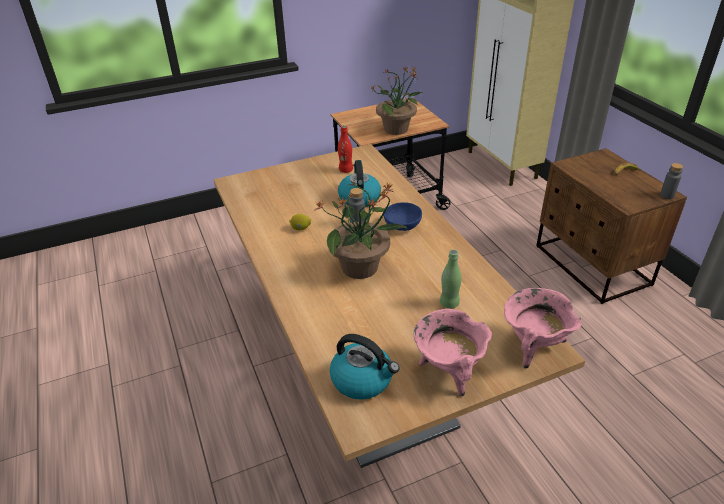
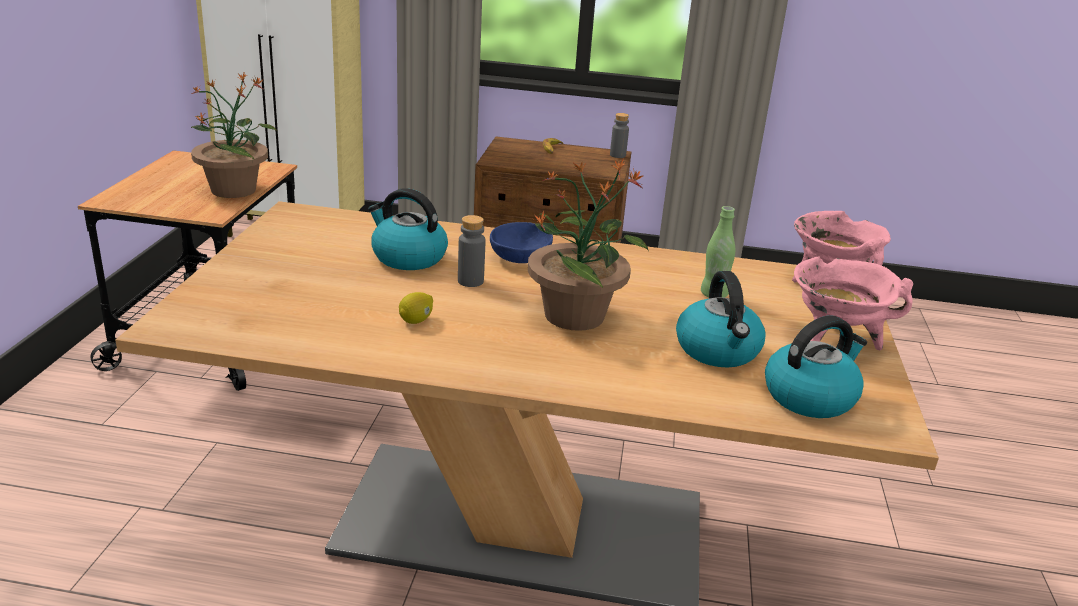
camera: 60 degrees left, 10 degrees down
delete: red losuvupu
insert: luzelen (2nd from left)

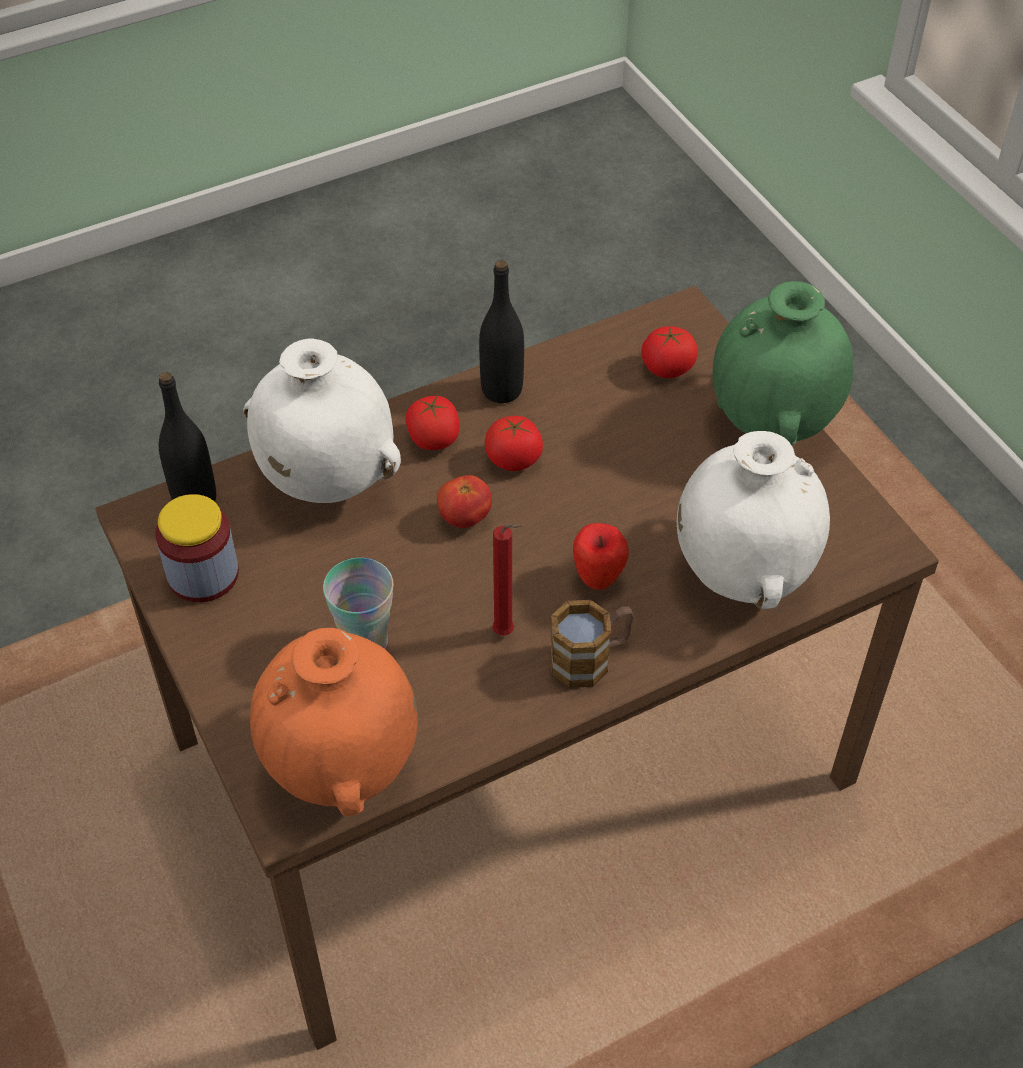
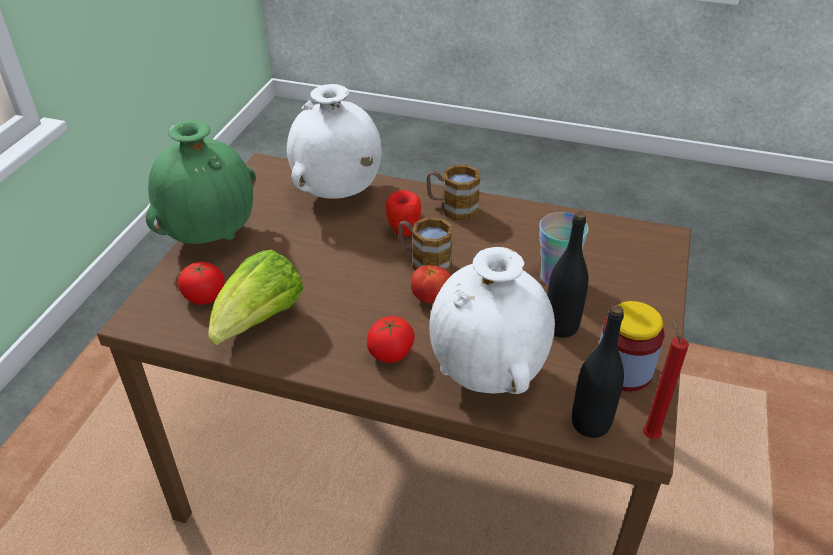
camera: 135 degrees left, 10 degrees down
delete: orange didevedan; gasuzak (3rd from left)
insert: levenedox; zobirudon (1st from left)
move: black losuvupu (2nd from left in the first image) to black losuvupu (1st from left); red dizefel

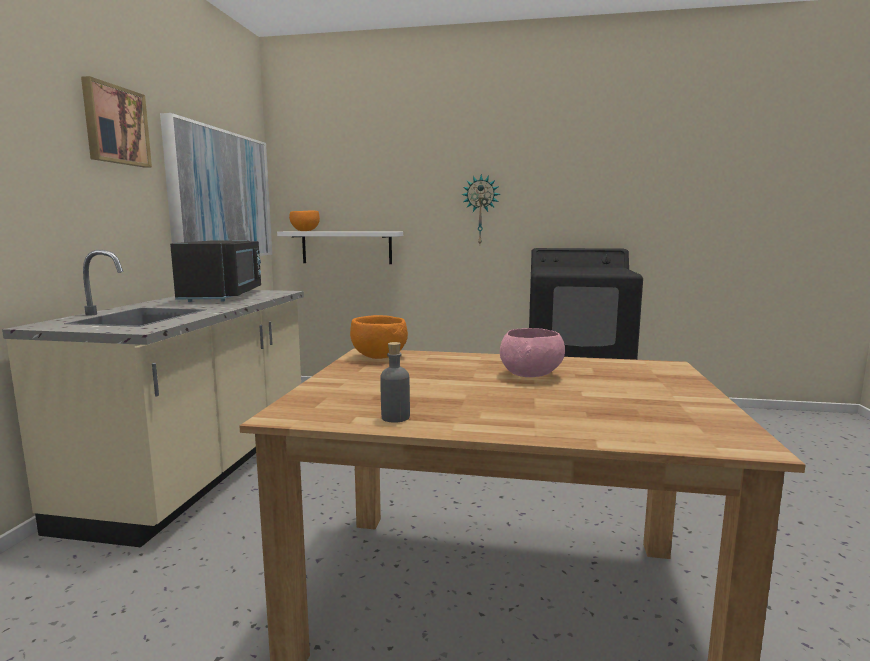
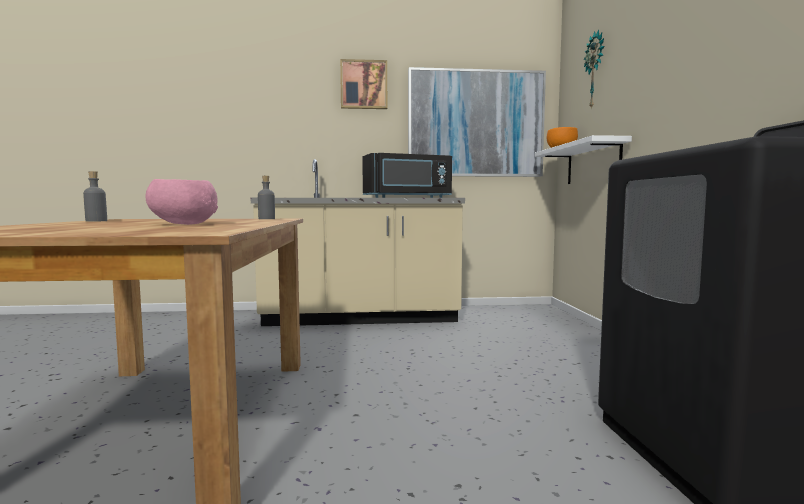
camera: 75 degrees right, 5 degrees down
move: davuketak
replace: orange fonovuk (2nd from left) to grey losuvupu (2nd from left)

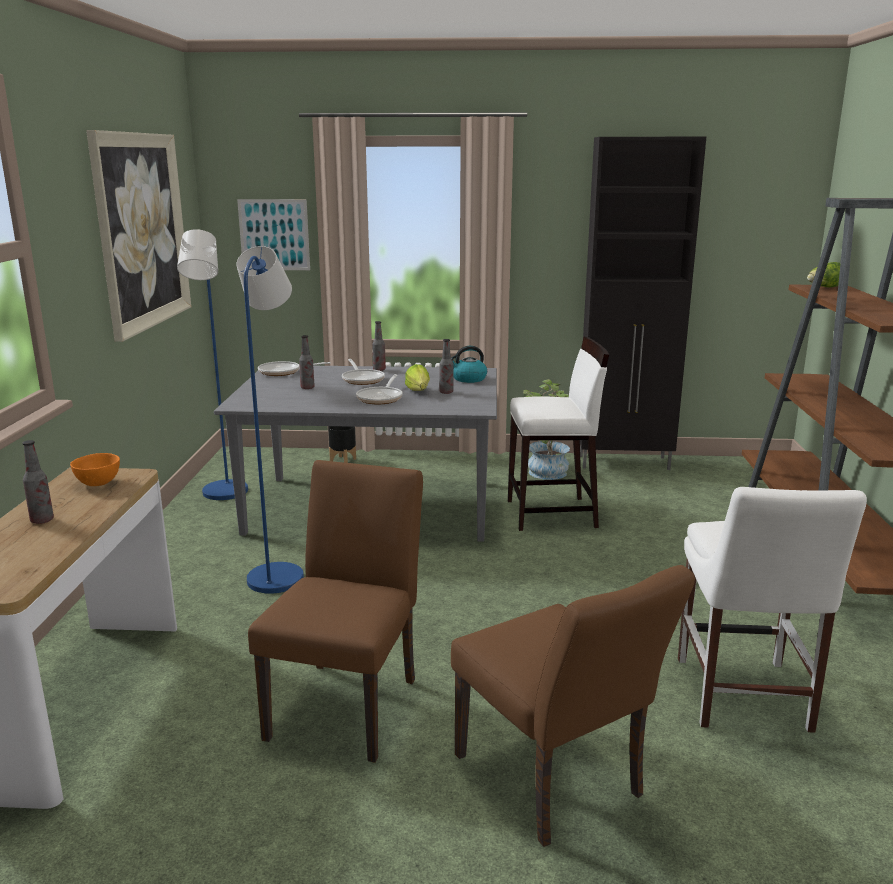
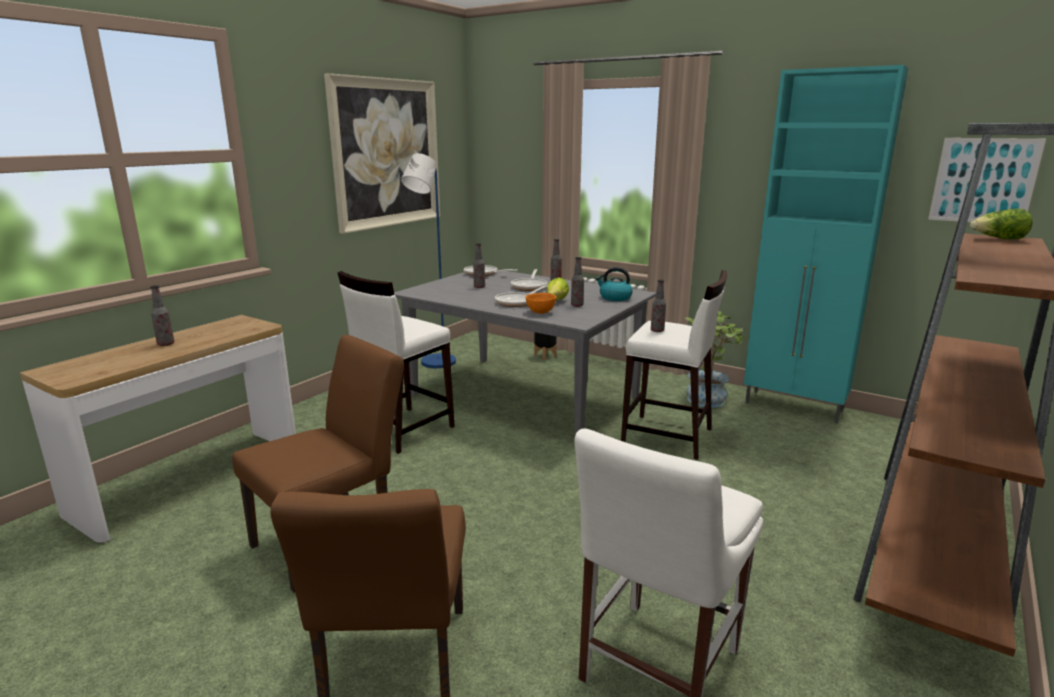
camera: 30 degrees right, 0 degrees up
insert: losuvupu (5th from left)
move: orange fonovuk; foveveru (2nd from left)
replace: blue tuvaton (2nd from left) to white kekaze (1st from left)
recolor: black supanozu to turquoise supanozu

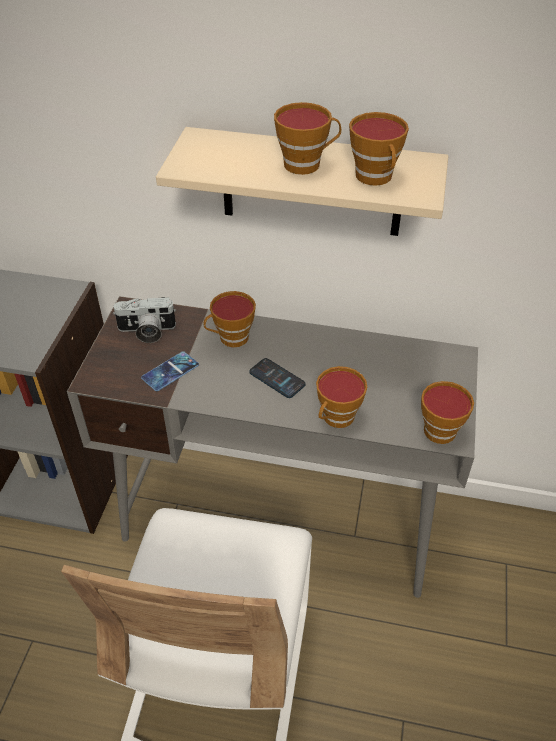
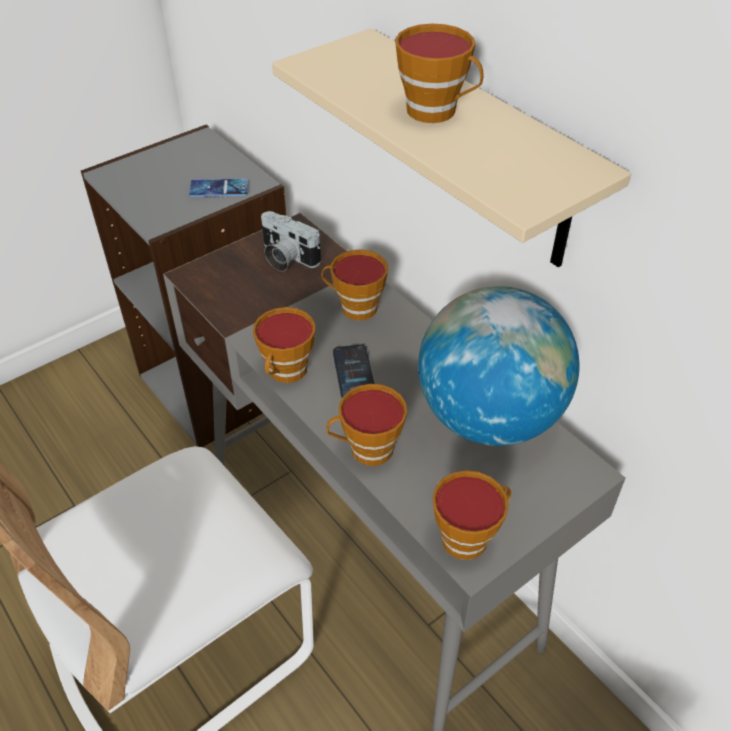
camera: 40 degrees right, 0 degrees up
insert: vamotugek
move: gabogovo (1st from left); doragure (4th from left in the first image) to doragure (1st from left)

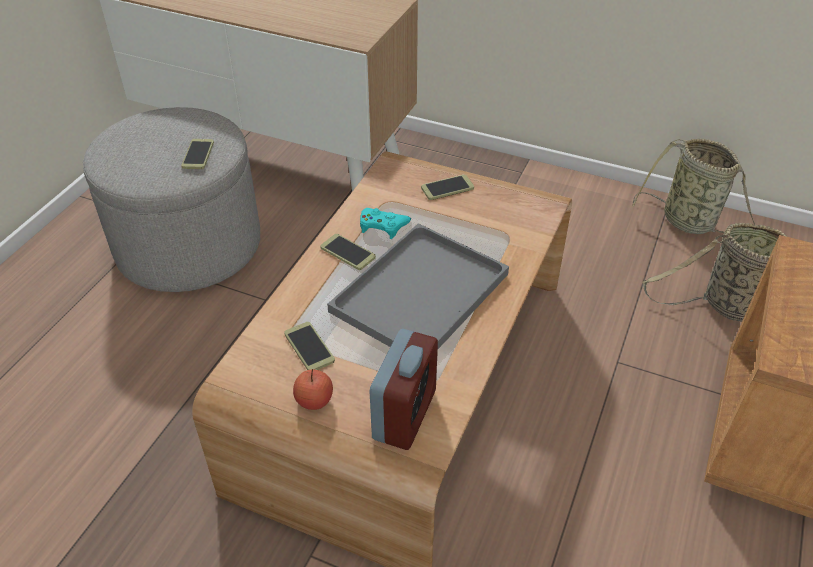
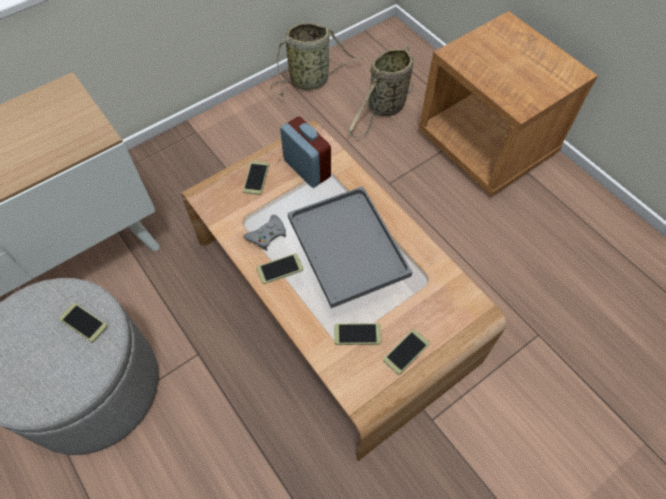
camera: 60 degrees left, 15 degrees up
move: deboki
replace: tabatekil to gabogovo (5th from left)
recolor: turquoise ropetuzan to grey ropetuzan

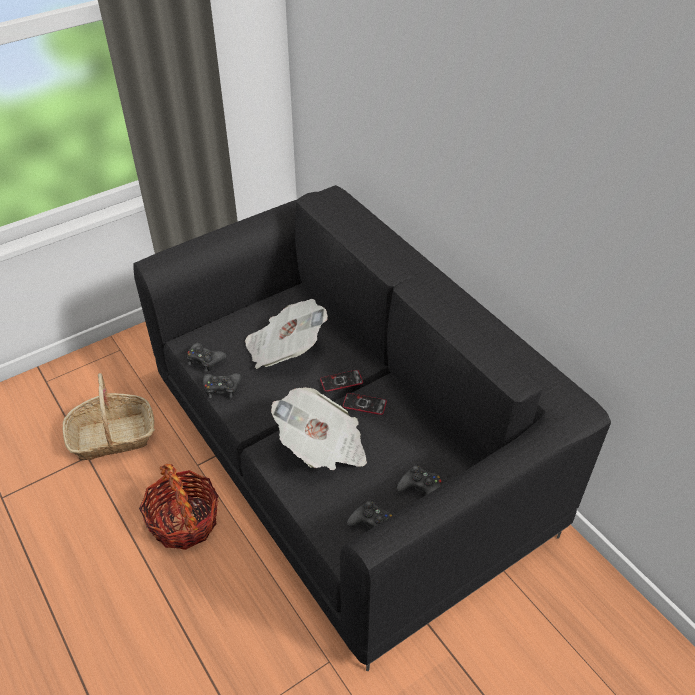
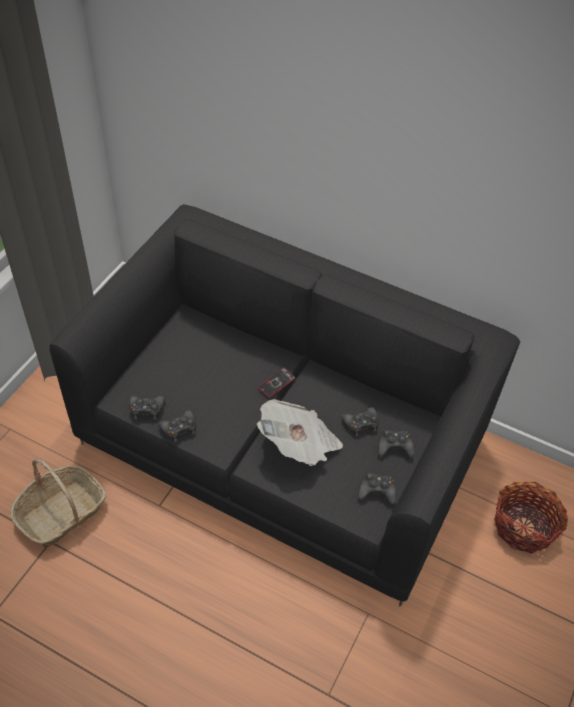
camera: 30 degrees left, 5 degrees up
delete: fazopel (1st from left); gabogovo (2nd from left)
insert: black ropetuzan (3rd from left)
move: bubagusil (2nd from left)

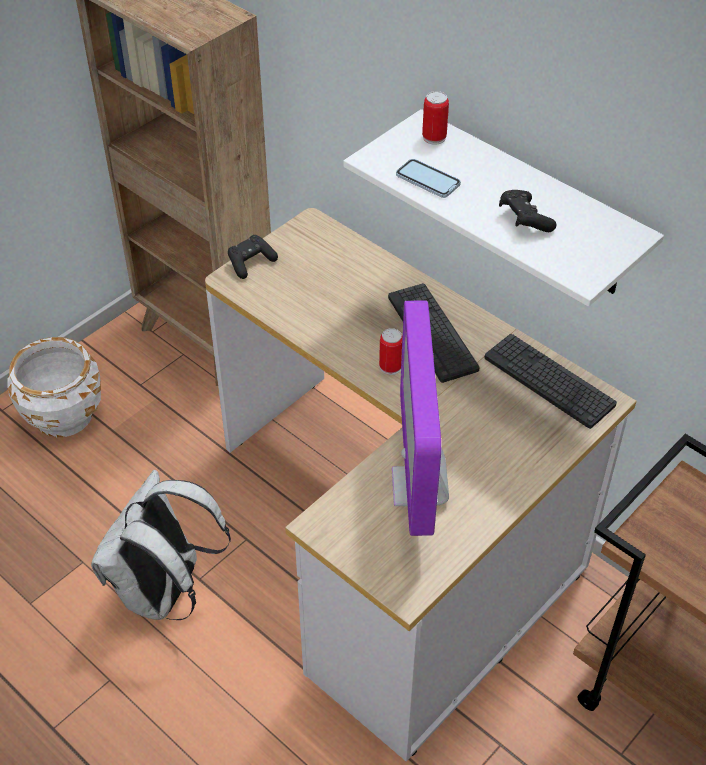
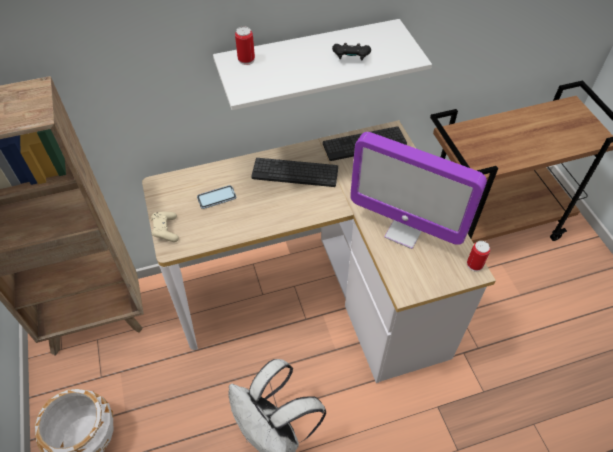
camera: 60 degrees left, 5 degrees up
move: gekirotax (1st from left in the first image) to gekirotax (2nd from left); gabogovo
recolor: black ropetuzan (1st from left) to beige ropetuzan

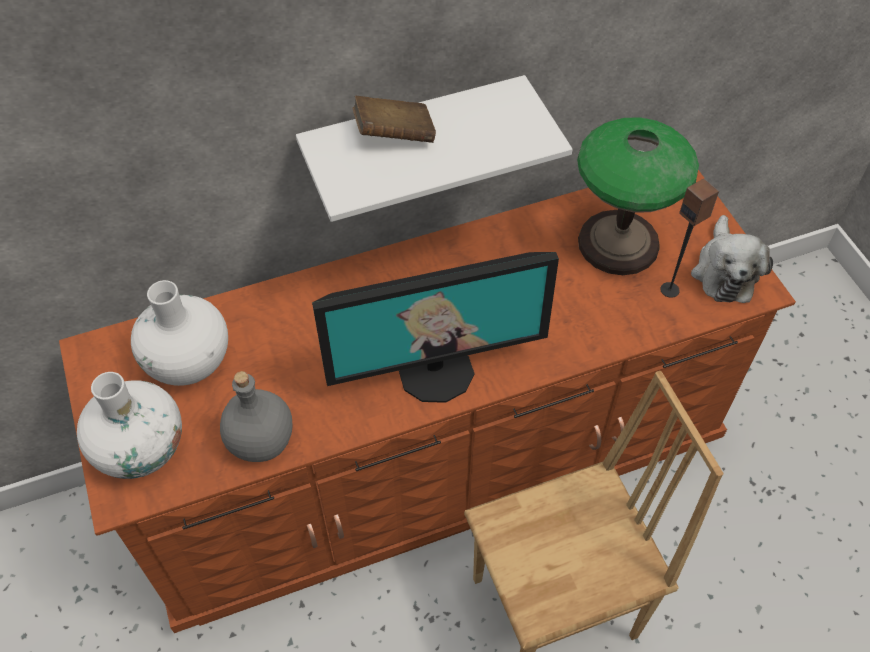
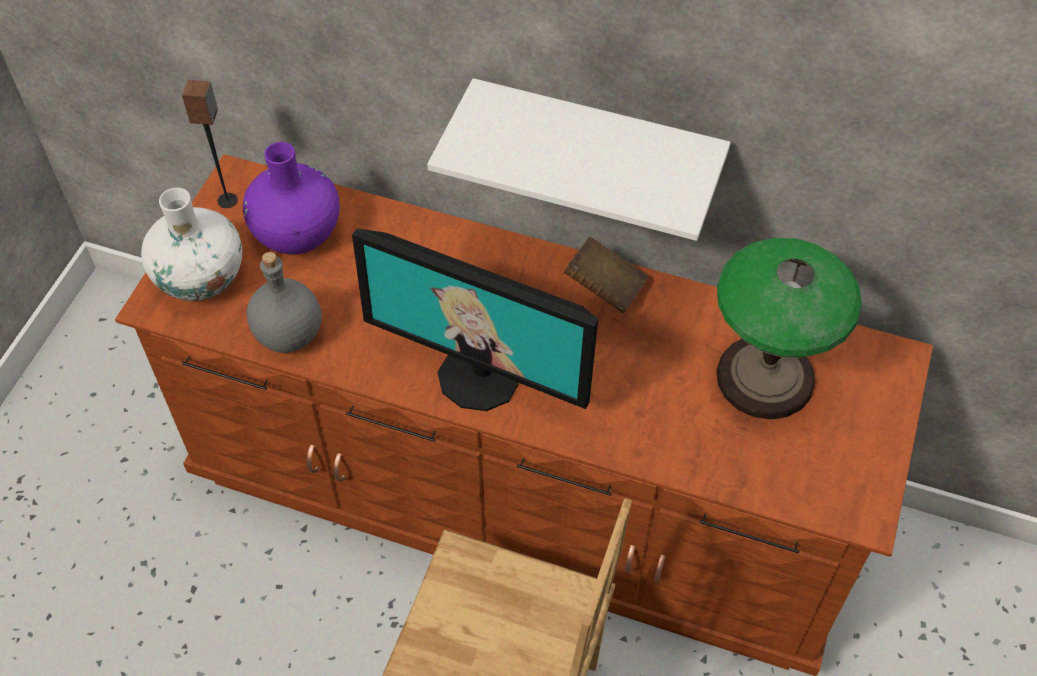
camera: 40 degrees right, 0 degrees up
delete: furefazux
move: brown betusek; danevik
recolor: white didevedan (2nd from left) to purple didevedan

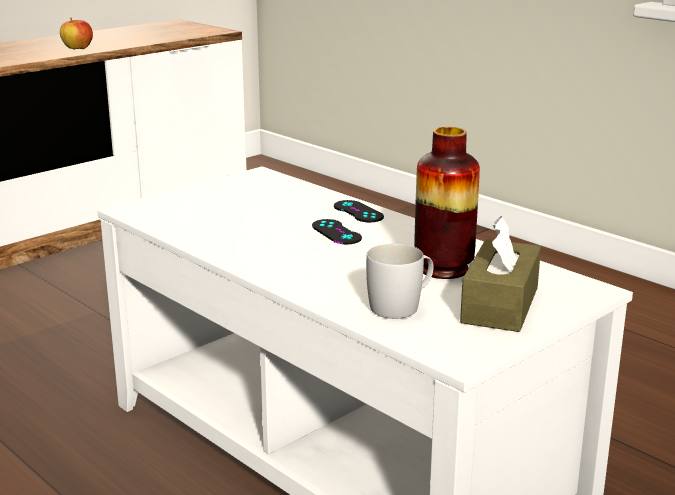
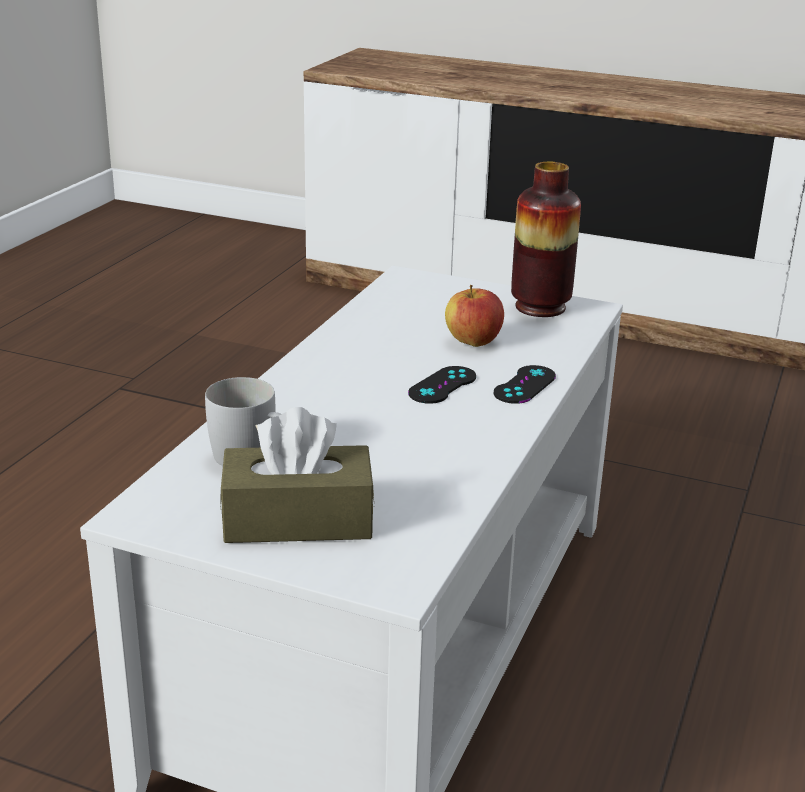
camera: 65 degrees right, 5 degrees up
move: tabatekil; didevedan

